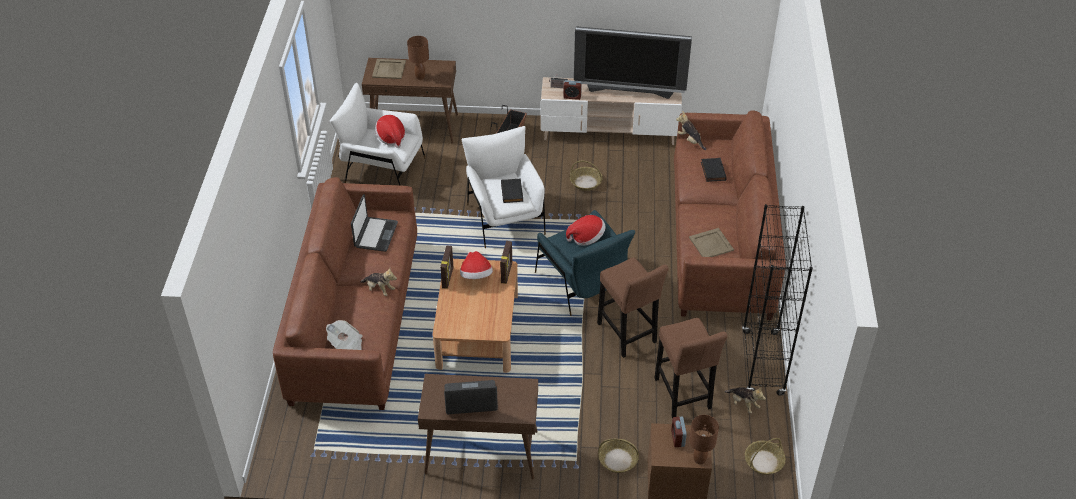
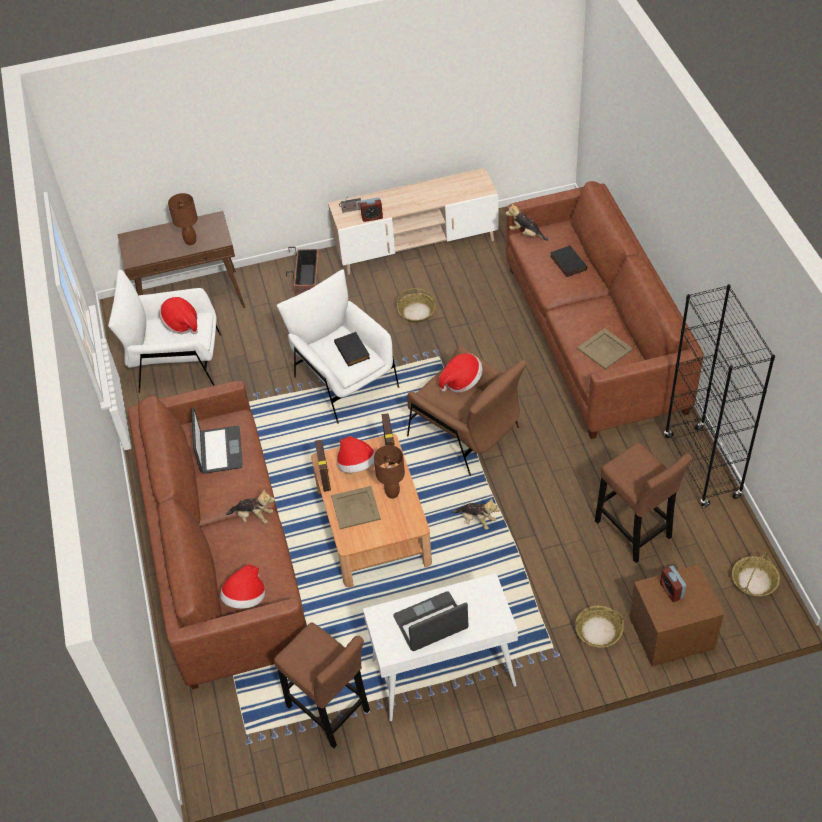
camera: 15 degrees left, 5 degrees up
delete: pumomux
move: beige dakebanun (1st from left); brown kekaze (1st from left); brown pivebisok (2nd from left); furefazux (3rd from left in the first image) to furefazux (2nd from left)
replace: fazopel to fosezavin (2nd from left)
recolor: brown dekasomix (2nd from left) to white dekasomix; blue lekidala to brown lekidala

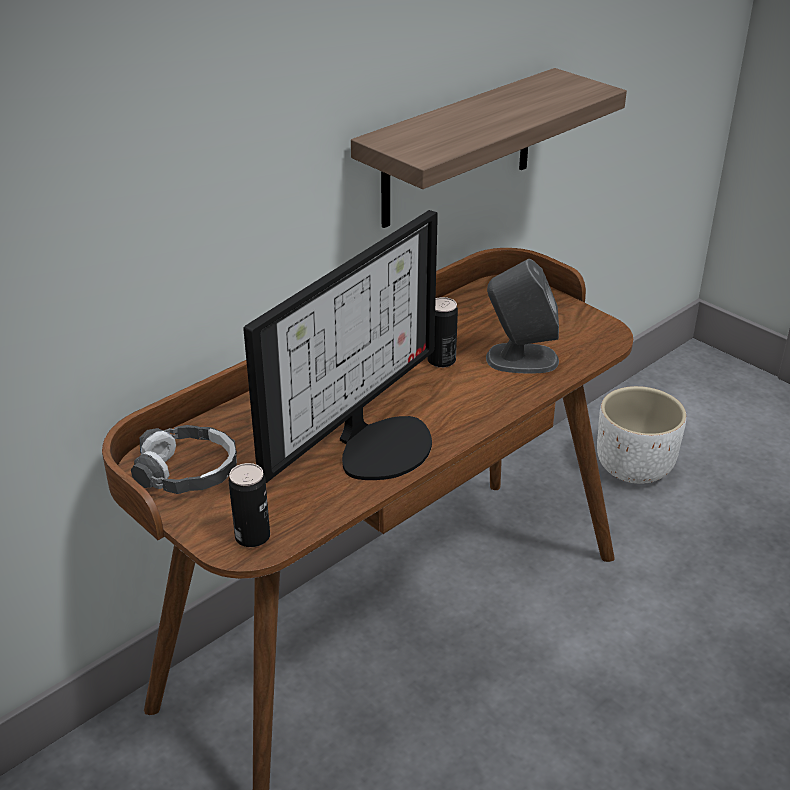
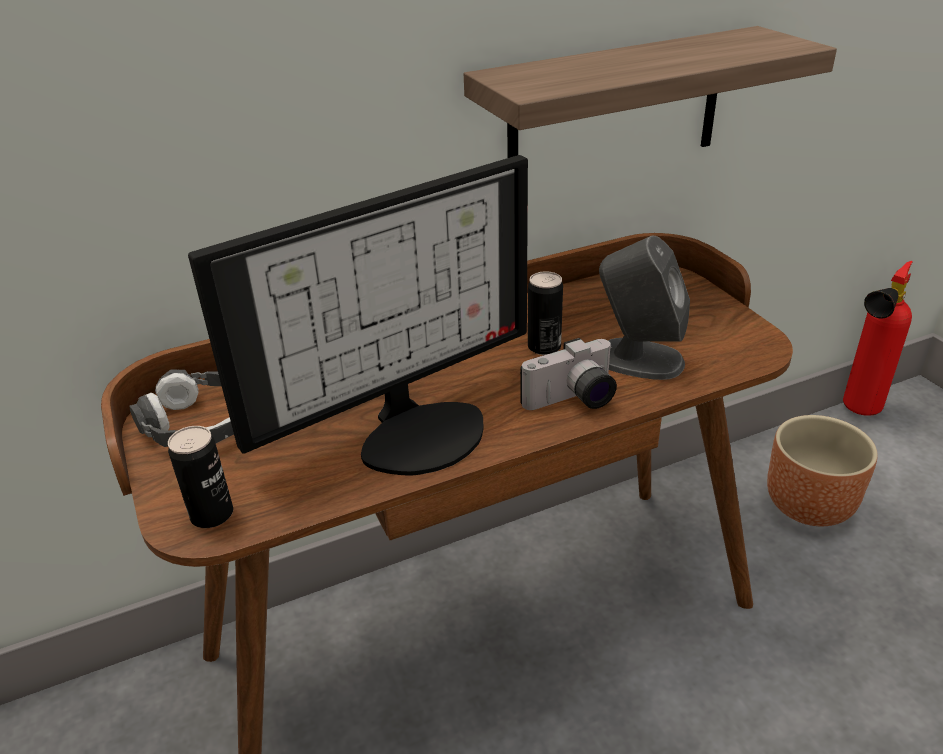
camera: 20 degrees right, 0 degrees up
insert: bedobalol; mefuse
recolor: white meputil to brown meputil

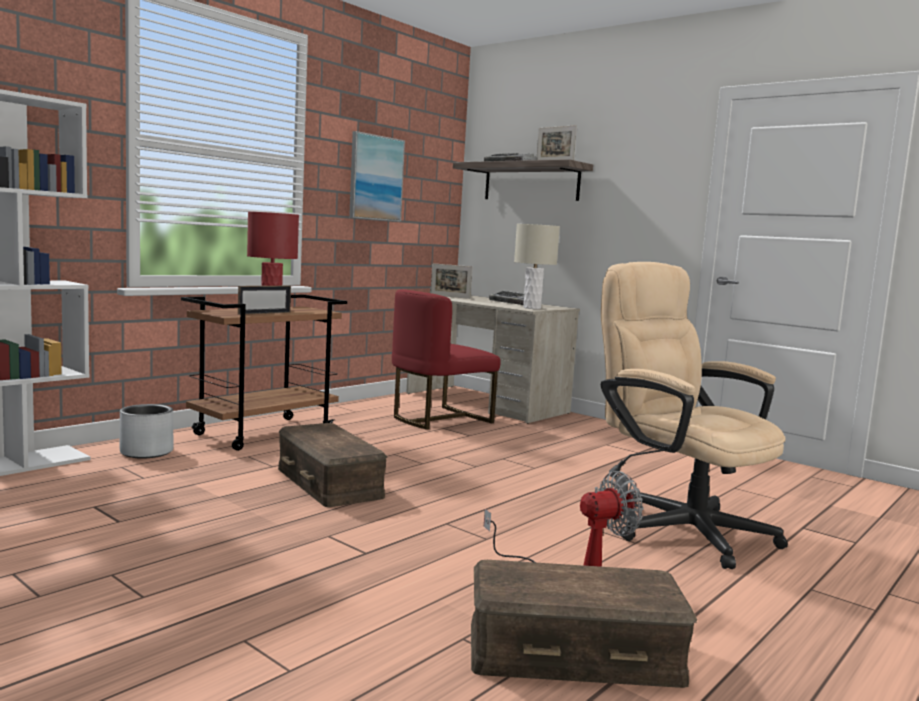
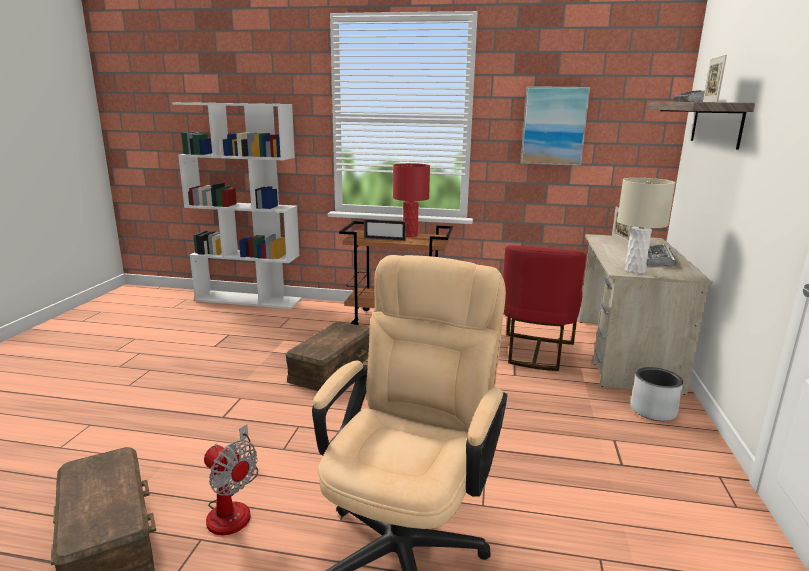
camera: 60 degrees right, 10 degrees up
move: grey meputil
rotate: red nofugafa 90 degrees counterclockwise

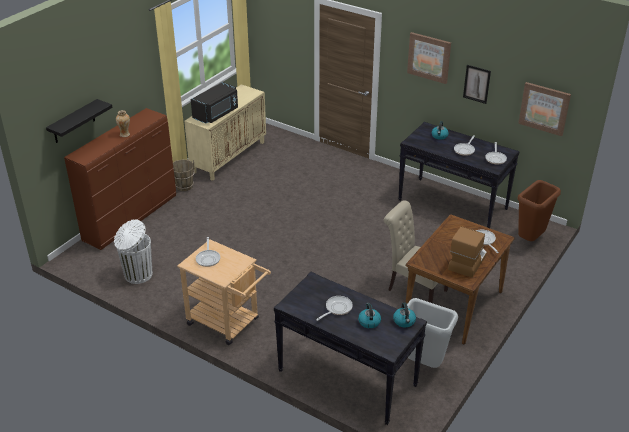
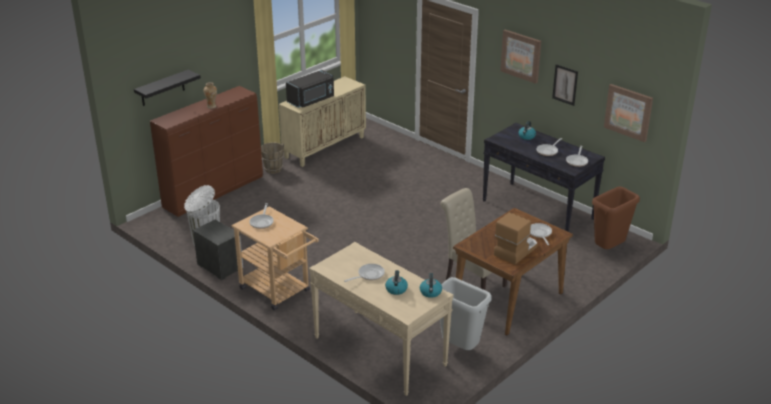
camera: 10 degrees right, 5 degrees down
insert: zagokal
recolor: black dekasomix (1st from left) to beige dekasomix

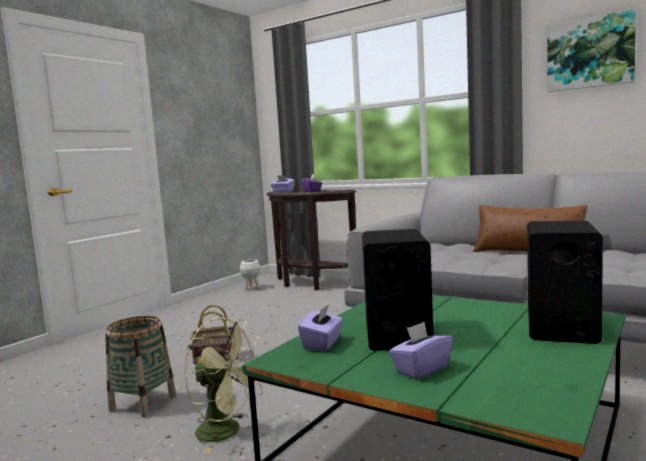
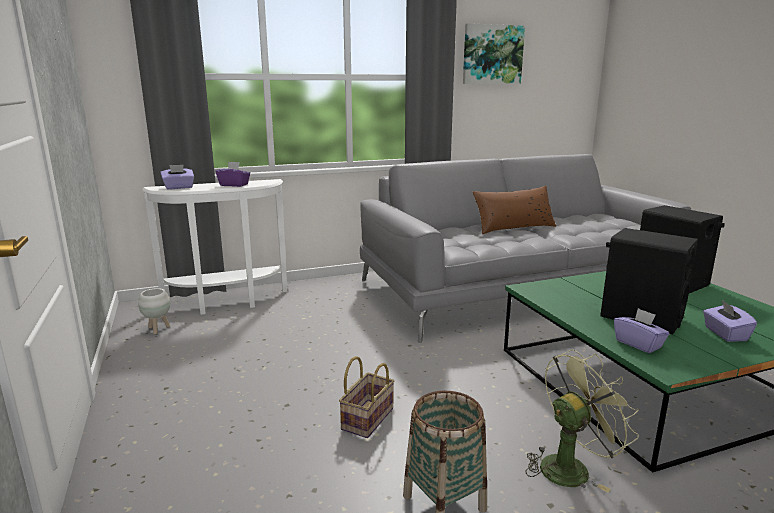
camera: 55 degrees left, 10 degrees up
recolor: brown dekasomix to white dekasomix

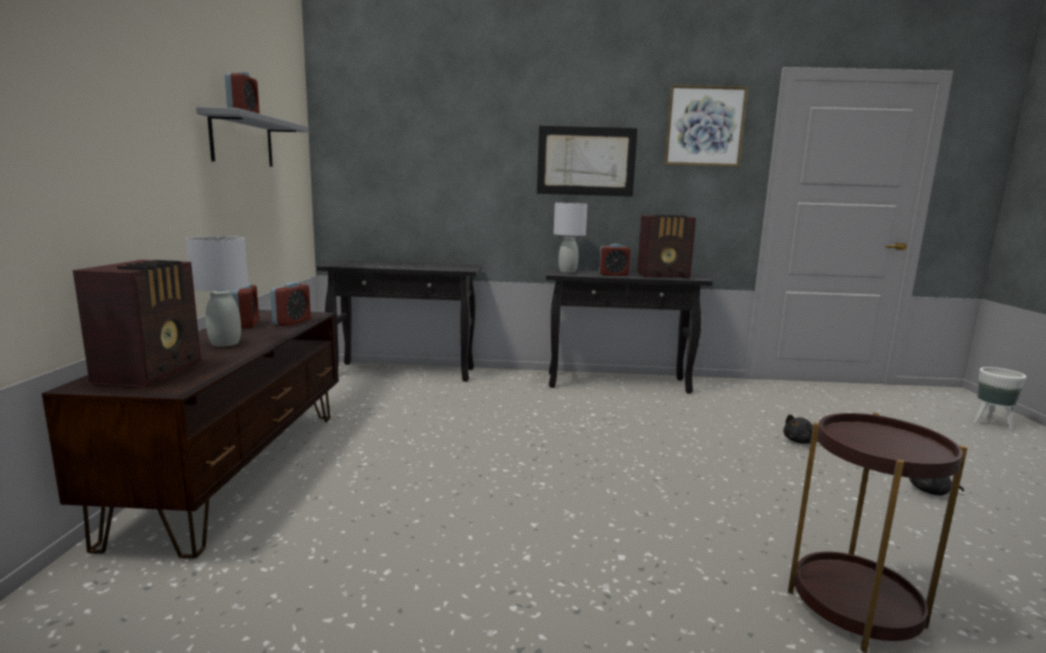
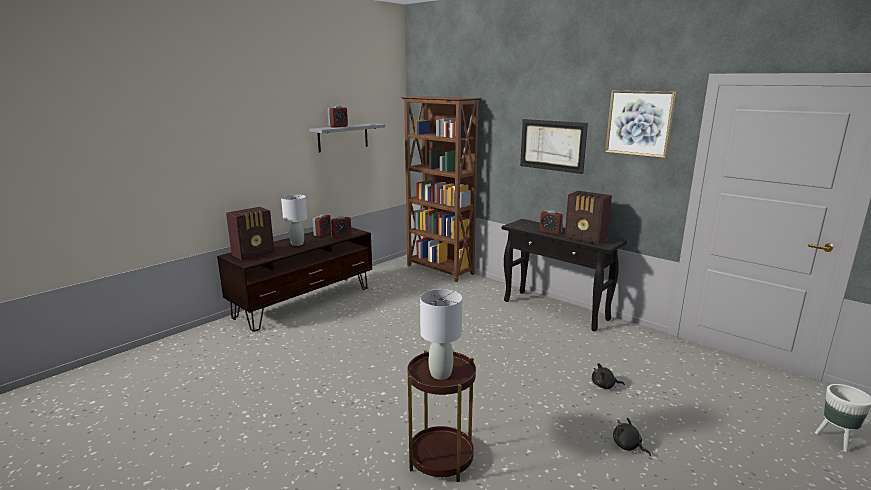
camera: 40 degrees right, 5 degrees up
move: grey pivebisok (2nd from left)
replace: black dekasomix (1st from left) to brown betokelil

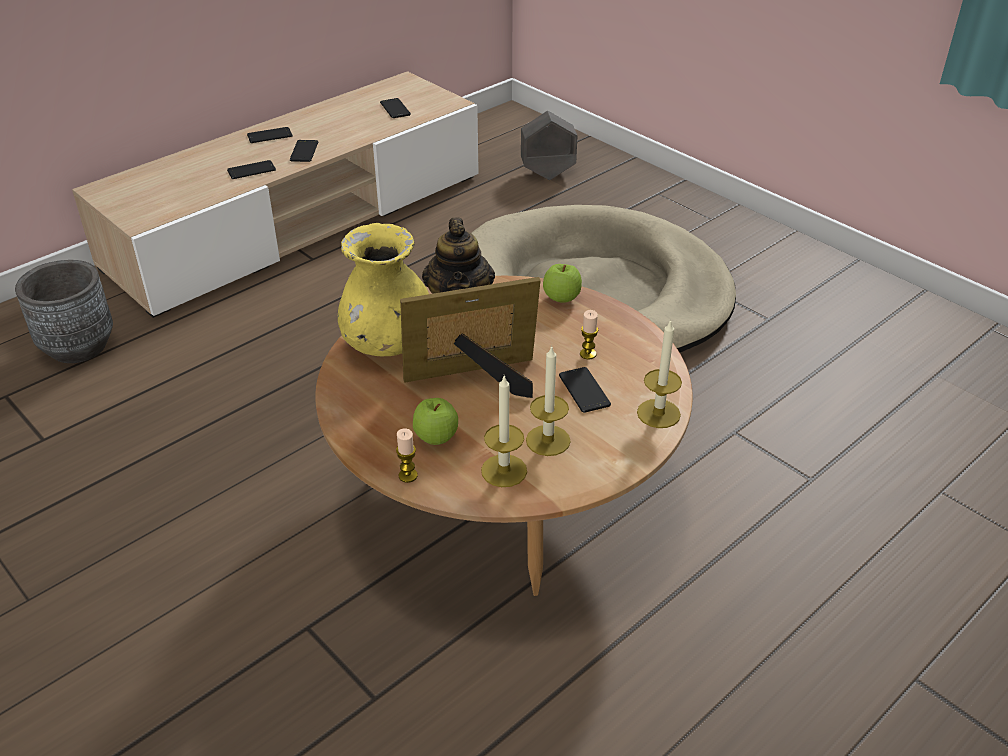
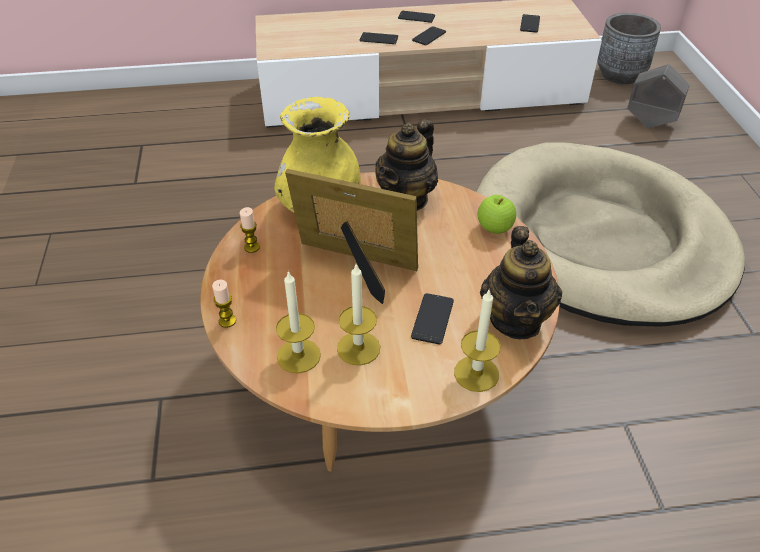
camera: 35 degrees right, 5 degrees up
delete: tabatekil (1st from left)
insert: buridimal (2nd from left)
move: grey meputil (1st from left); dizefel (4th from left in the first image) to dizefel (2nd from left)

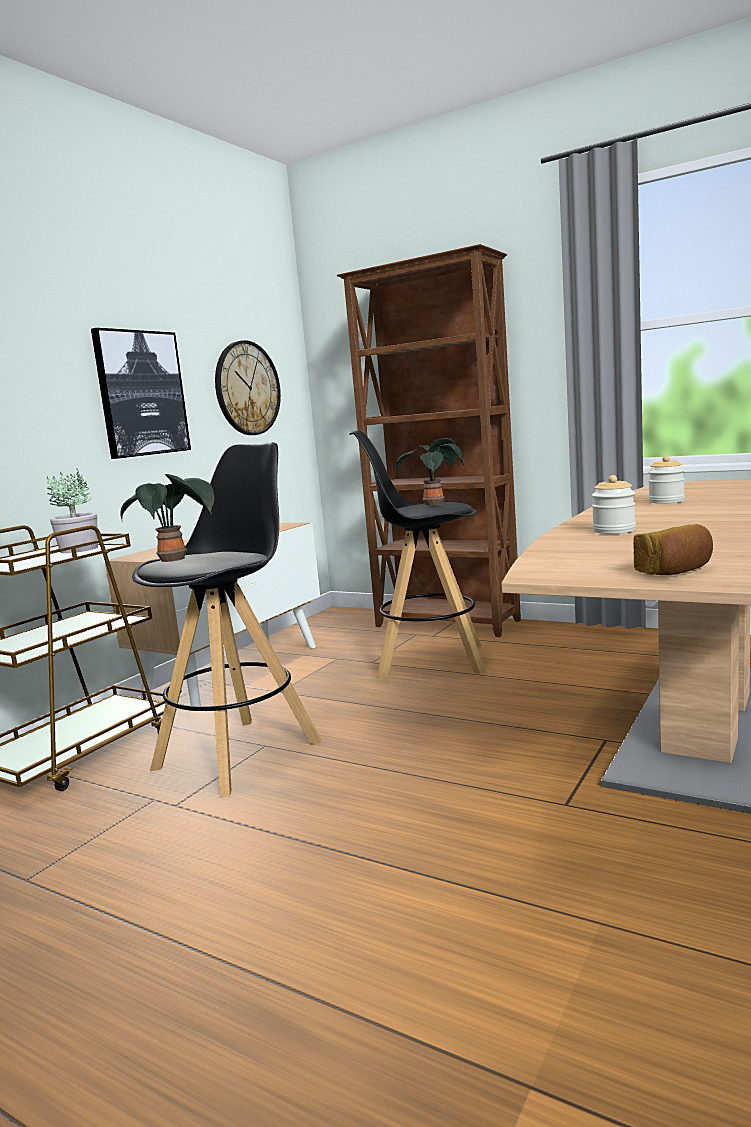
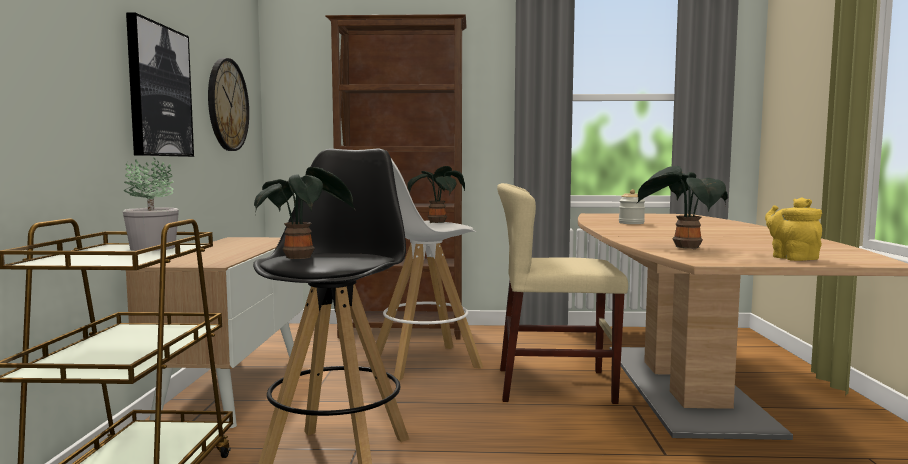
camera: 30 degrees left, 5 degrees down
delete: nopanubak (1st from left)
insert: beige nofugafa; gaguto (4th from left)
replace: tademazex to yellow buridimal
recolor: black kekaze (2nd from left) to white kekaze

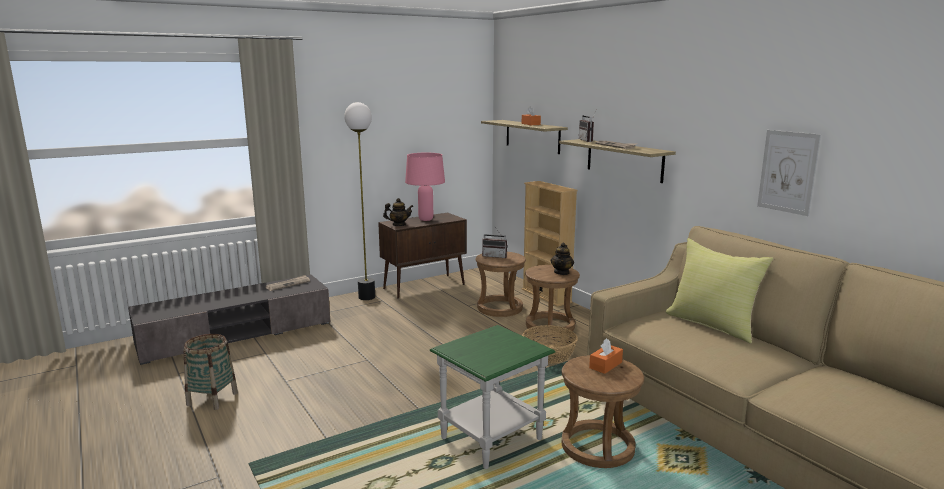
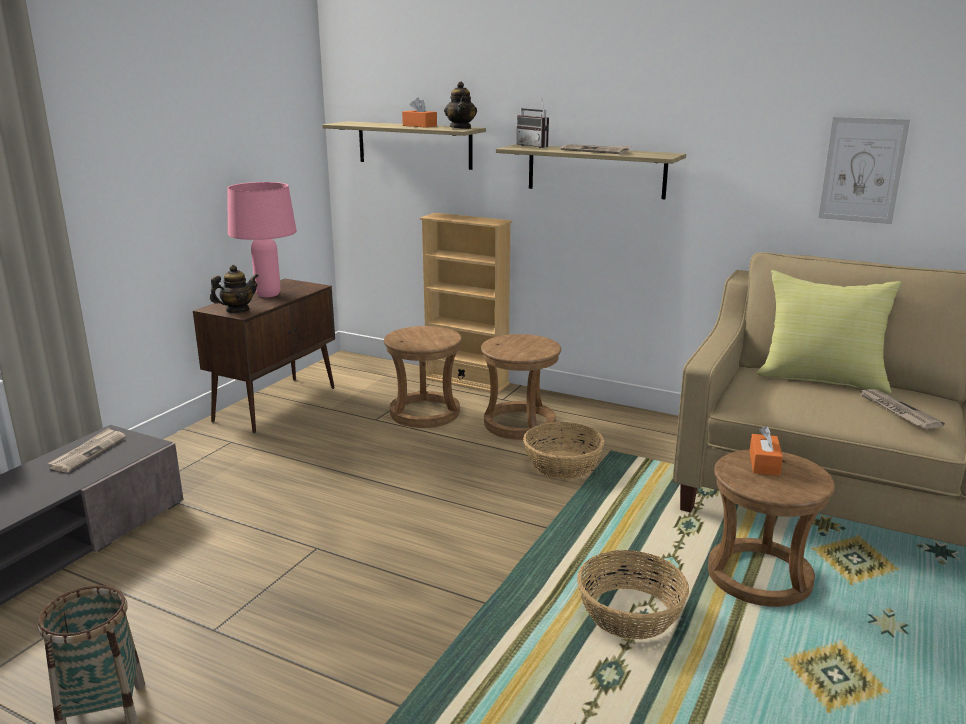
camera: 30 degrees left, 5 degrees up
delete: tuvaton; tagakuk (1st from left)
insert: fazopel (3rd from left)
move: buridimal (2nd from left)
replace: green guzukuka to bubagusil (3rd from left)

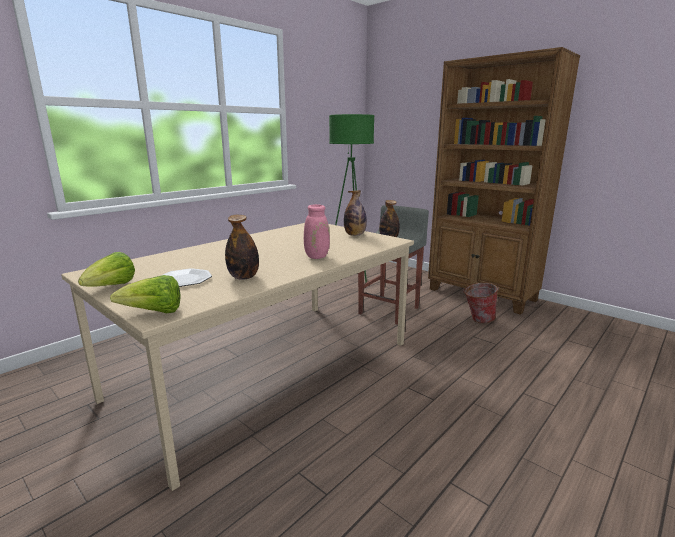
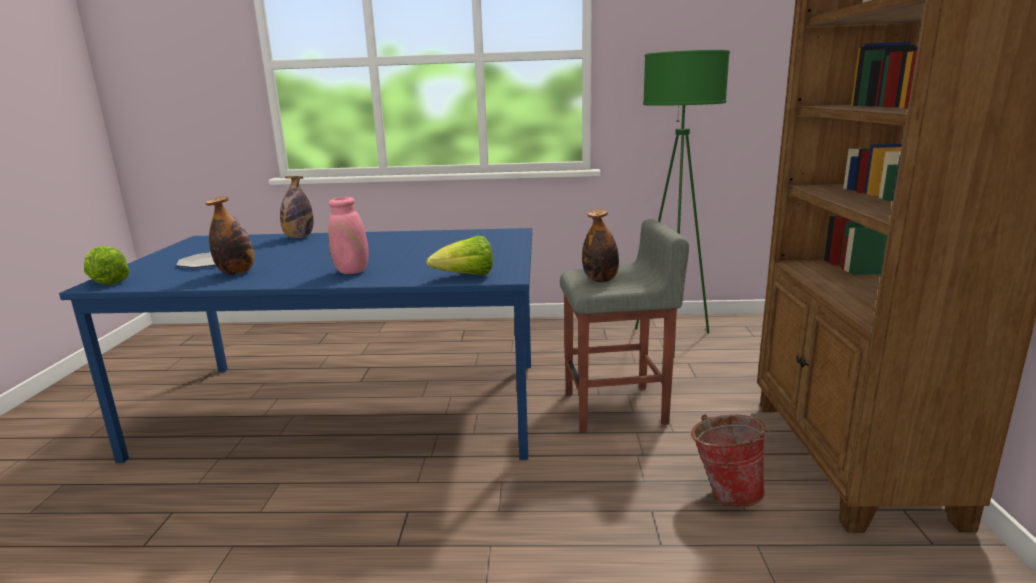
camera: 50 degrees right, 0 degrees up
move: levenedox (1st from left in the first image) to levenedox (2nd from left); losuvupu (2nd from left)
recolor: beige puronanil to blue puronanil

